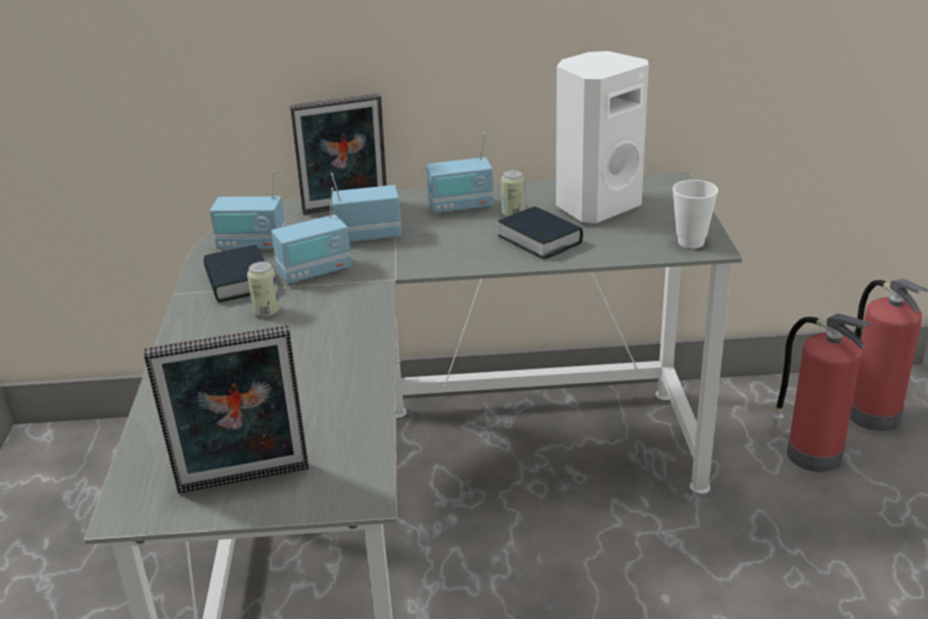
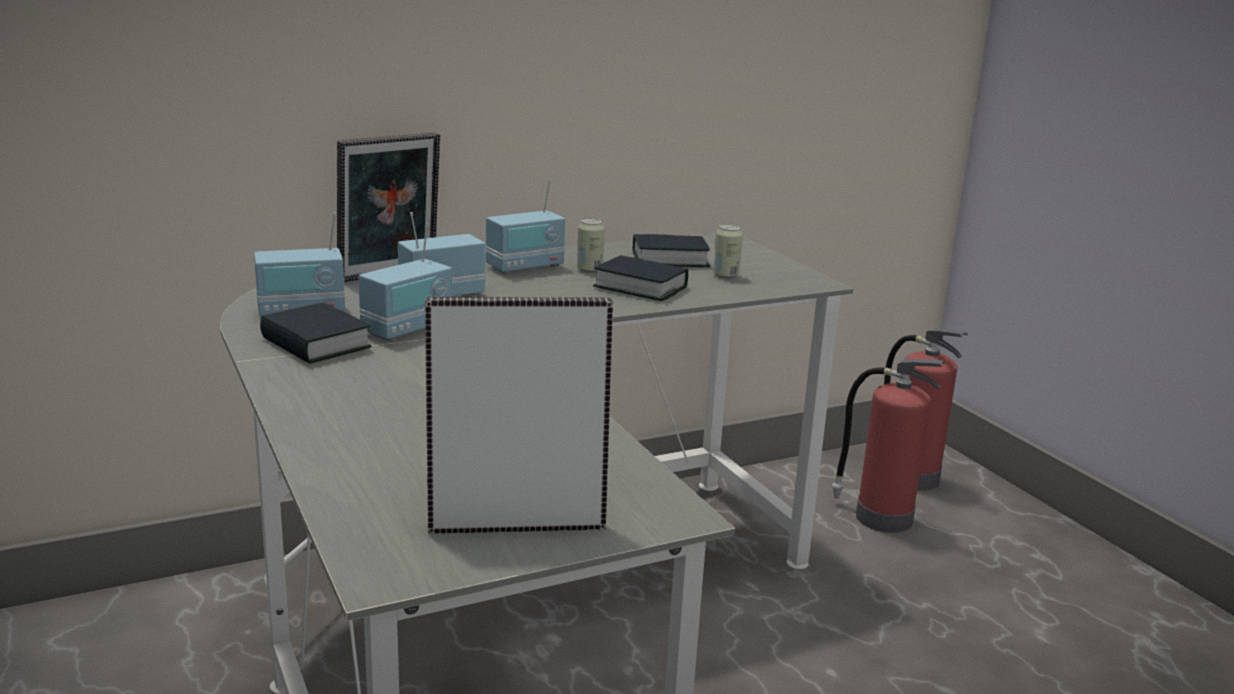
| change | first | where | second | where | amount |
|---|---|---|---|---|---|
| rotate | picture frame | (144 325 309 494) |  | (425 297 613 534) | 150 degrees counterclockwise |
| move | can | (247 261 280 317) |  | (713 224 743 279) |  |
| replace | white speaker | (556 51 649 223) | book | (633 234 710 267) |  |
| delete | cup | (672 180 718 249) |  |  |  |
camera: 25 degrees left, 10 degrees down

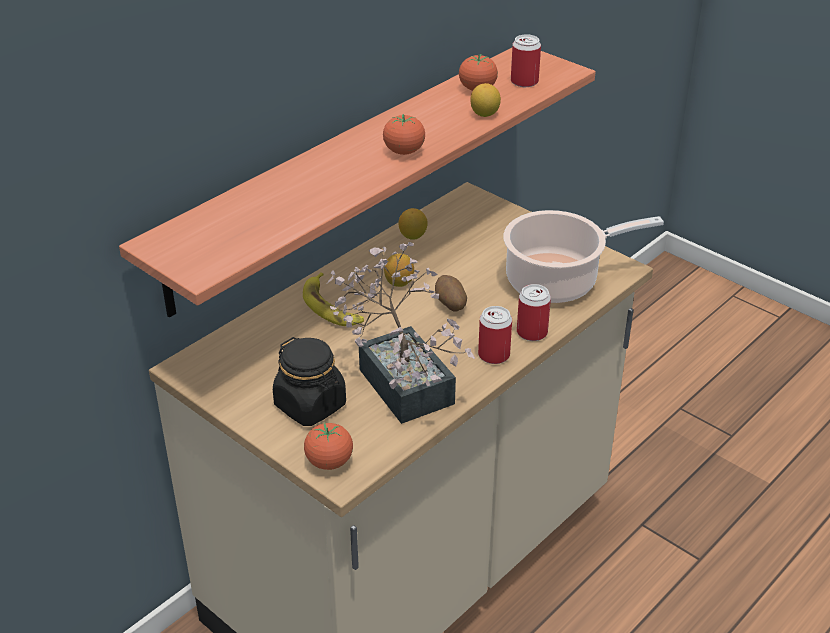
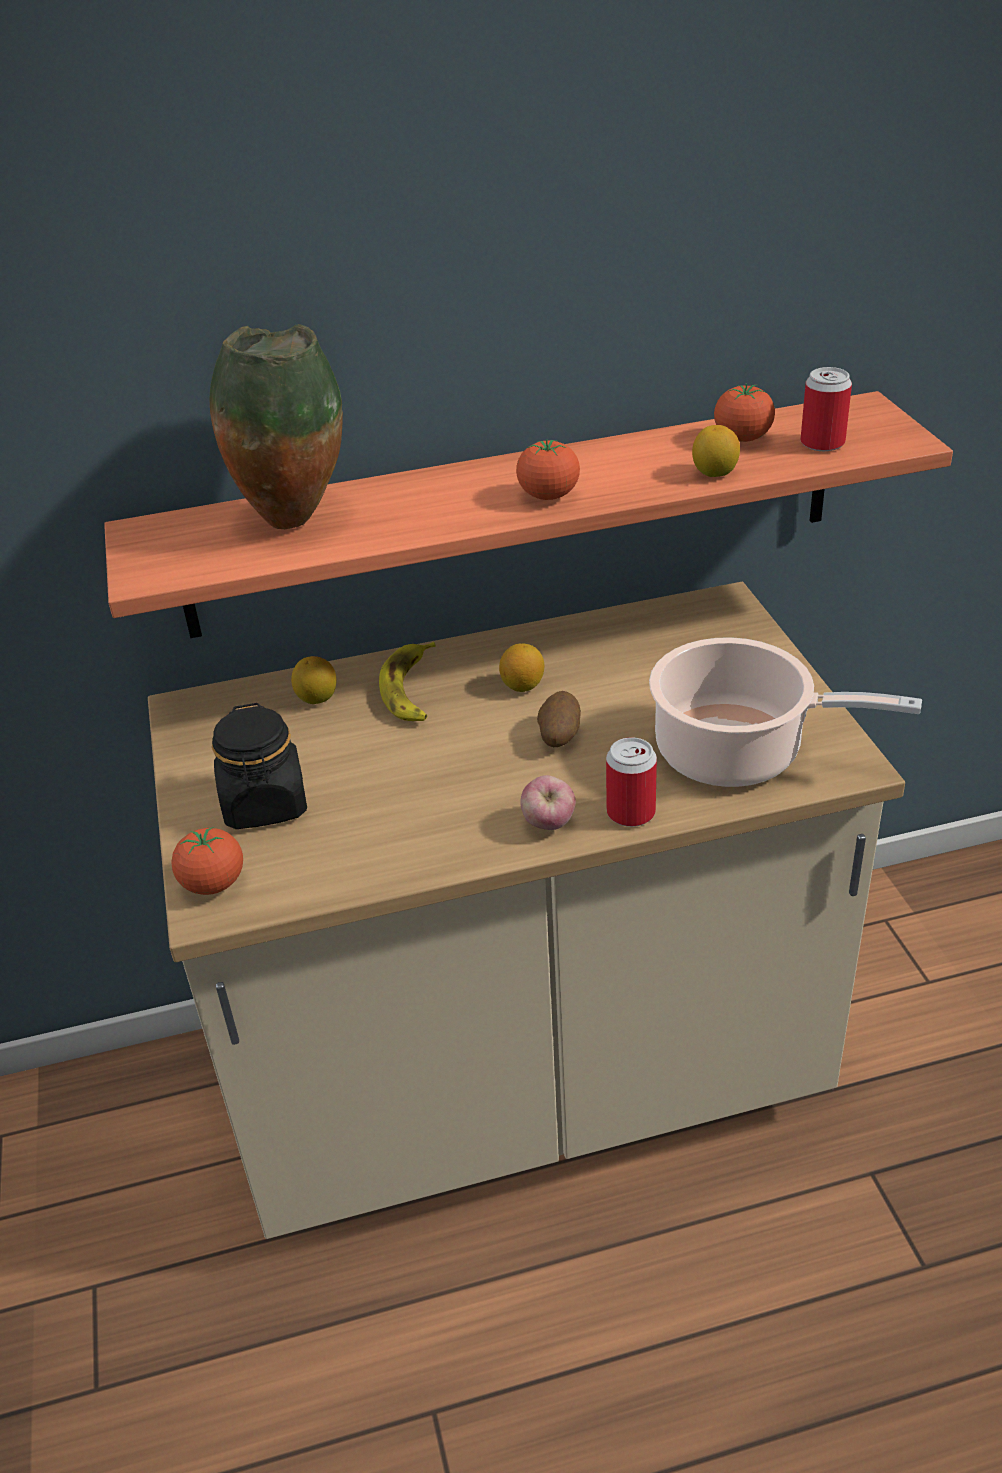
| change | first | where | second | where | amount |
|---|---|---|---|---|---|
| delete | potted plant | (327 242 475 424) |  |  |  |
| move | lemon | (399 208 428 240) |  | (291 656 336 704) |  |
| replace | can | (478 306 512 364) | apple | (520 775 576 830) |  |
| insert |  |  | vase | (209 324 343 529) |  |
camera: 35 degrees right, 0 degrees up

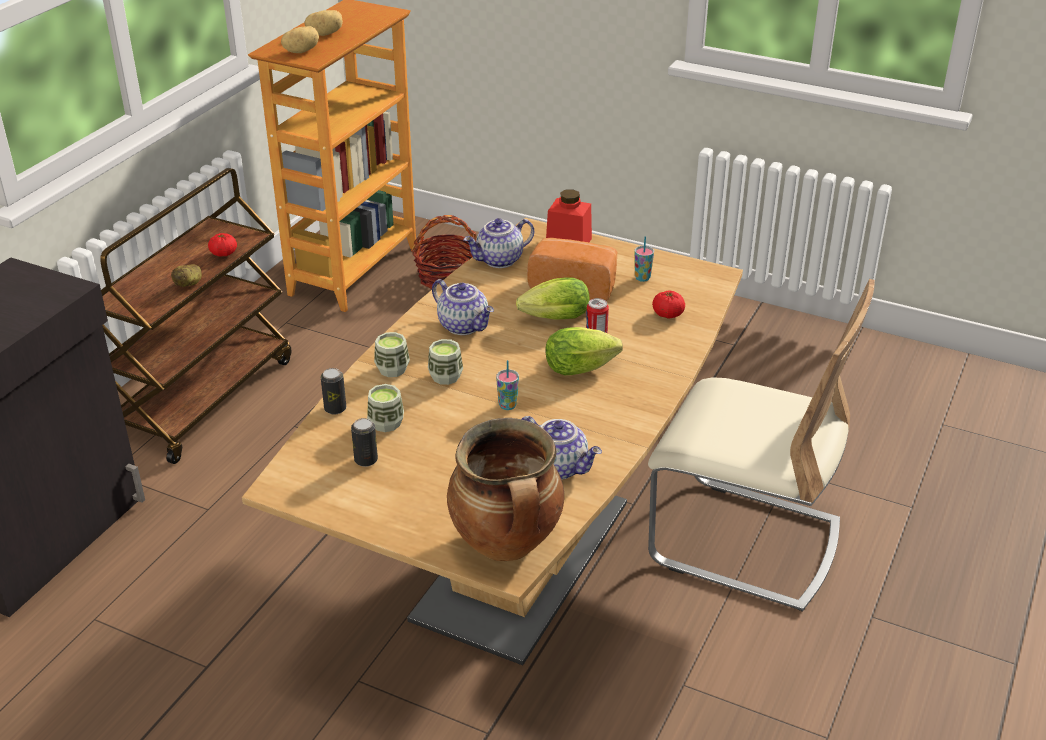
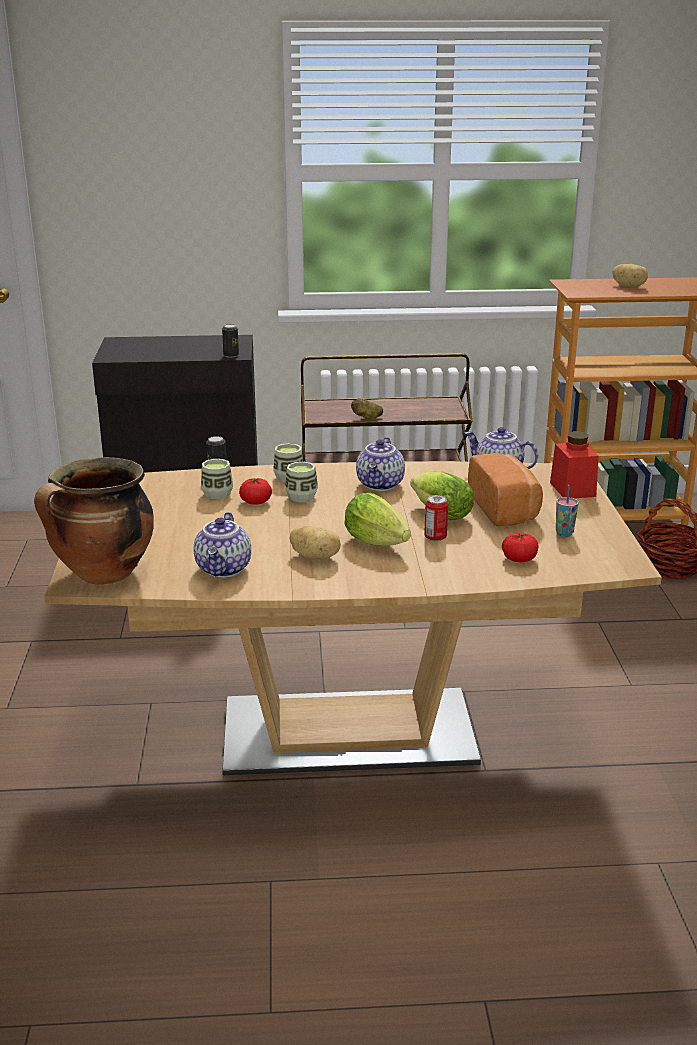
| change | first | where | second | where | amount |
|---|---|---|---|---|---|
| move | tomato | (208 233 237 257) |  | (239 478 272 505) |  |
| move | potato | (281 26 319 53) |  | (290 526 341 560) |  |
| move | can | (351 418 378 467) |  | (222 324 239 358) |  |
| delete | cup | (496 360 519 410) |  |  |  |
| delete | beige chair | (648 279 875 612) |  |  |  |
camera: 60 degrees right, 10 degrees down

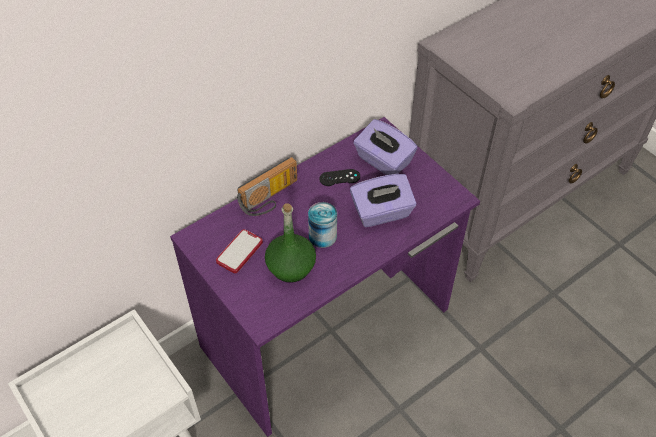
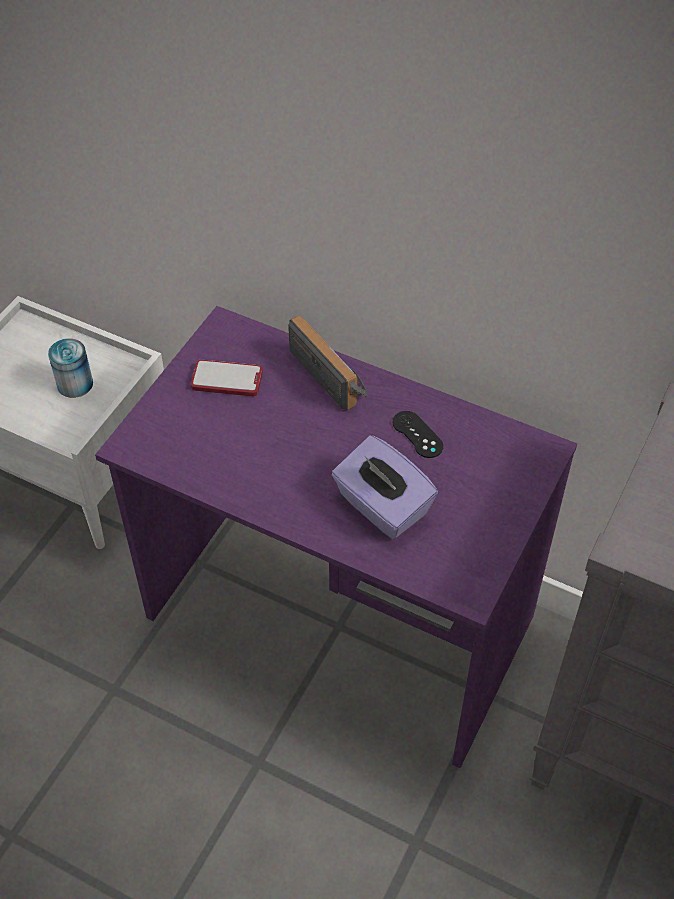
| change | first | where | second | where | amount |
|---|---|---|---|---|---|
| rotate | radio | (237 157 297 216) |  | (288 316 368 411) | 150 degrees counterclockwise |
| delete | green bottle | (265 203 316 283) |  |  |  |
| move | can | (308 202 337 248) |  | (48 338 93 398) |  |
| delete | purple tissue box | (353 119 417 175) |  |  |  |
camera: 65 degrees right, 0 degrees up

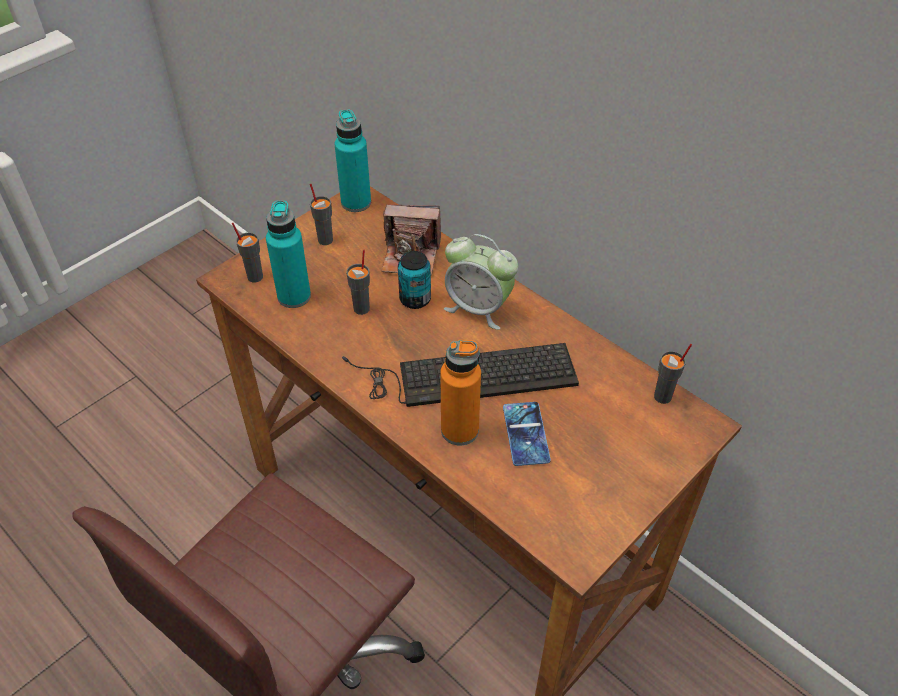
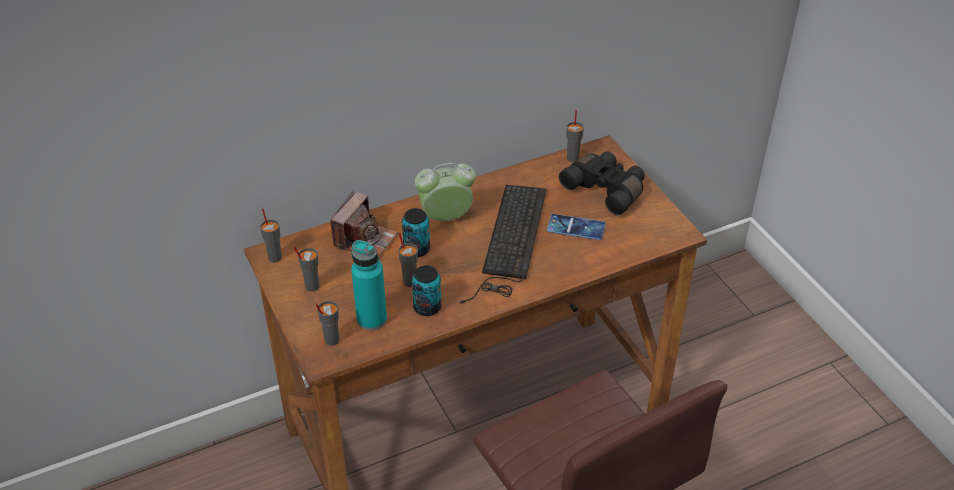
| change | first | where | second | where | amount |
|---|---|---|---|---|---|
| replace | turquoise bottle | (335 109 371 212) | grey cup | (260 208 282 263) |  |
| delete | orange bottle | (440 340 481 446) |  |  |  |
| rotate | alarm clock | (444 234 518 330) |  | (415 163 476 221) | 150 degrees counterclockwise |
| insert |  |  | can | (412 265 442 316) |  |
| insert |  |  | black binoculars | (559 151 645 215) |  |
camera: 70 degrees left, 5 degrees down

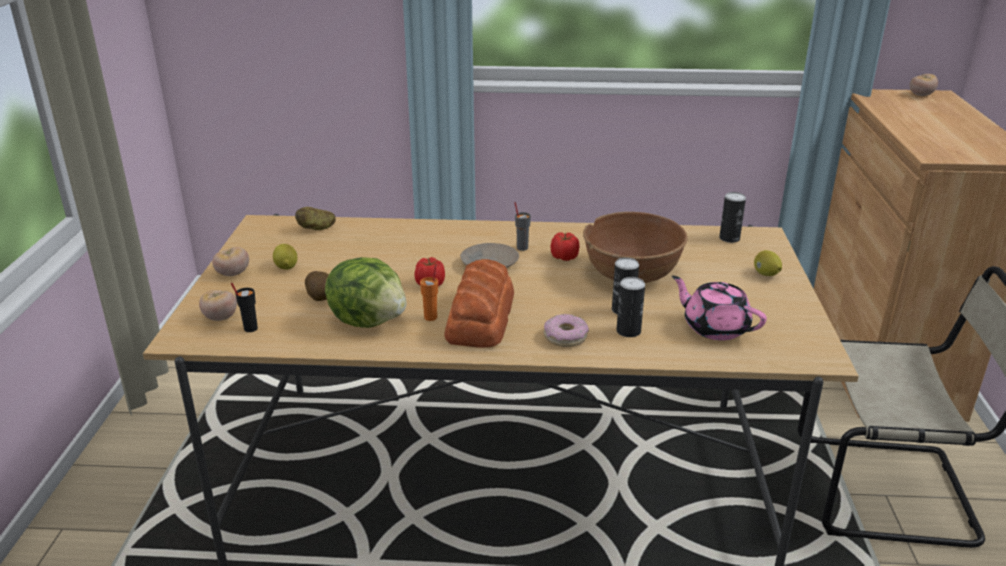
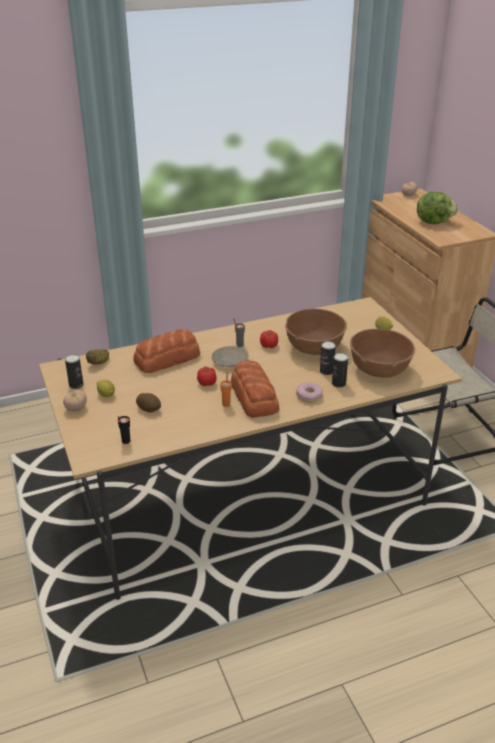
| change | first | where | second | where | amount |
|---|---|---|---|---|---|
| delete | tomato | (199 290 237 321) |  |  |  |
| move | lettuce | (325 257 407 328) |  | (417 191 458 224) |  |
| replace | pink teapot | (672 276 767 340) | brown bowl | (350 329 415 377) |  |
| move | can | (719 192 746 243) |  | (65 354 83 389) |  |
| insert |  |  | bread | (133 329 200 373) |  |
camera: 25 degrees left, 5 degrees up

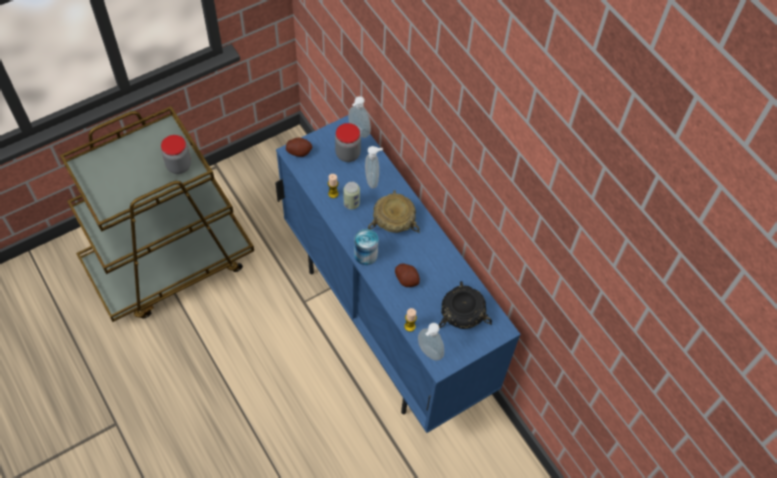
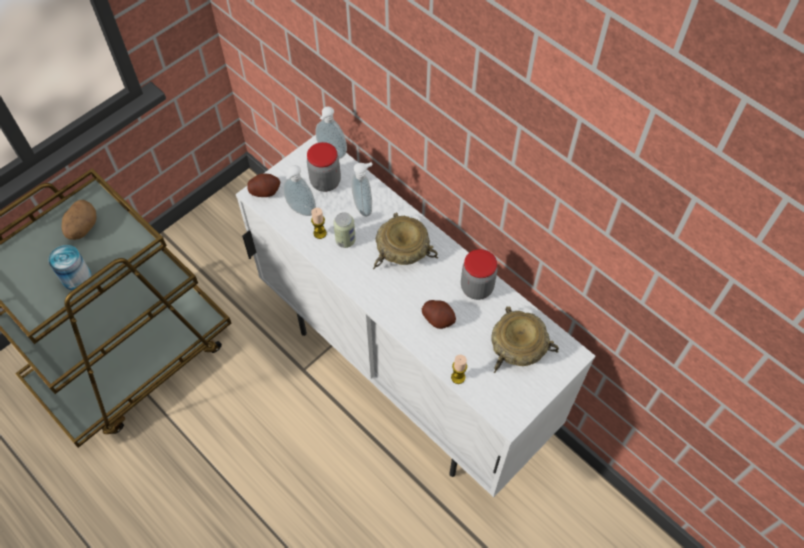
| change | first | where | second | where | amount |
|---|---|---|---|---|---|
| move | jar | (161 135 191 174) |  | (461 249 497 300) |  |
| recolor | blue cabinet | (275 115 521 433) | white cabinet | (236 135 595 497) |  |
| move | can | (354 229 378 265) |  | (48 245 92 290) |  |
| move | soap dispenser | (418 323 444 360) |  | (283 165 316 216) |  |
| recolor | black bowl | (439 281 492 329) | beige bowl | (491 306 559 373) |  |
| insert |  |  | potato | (61 200 97 240) |  |
camera: 10 degrees left, 0 degrees up

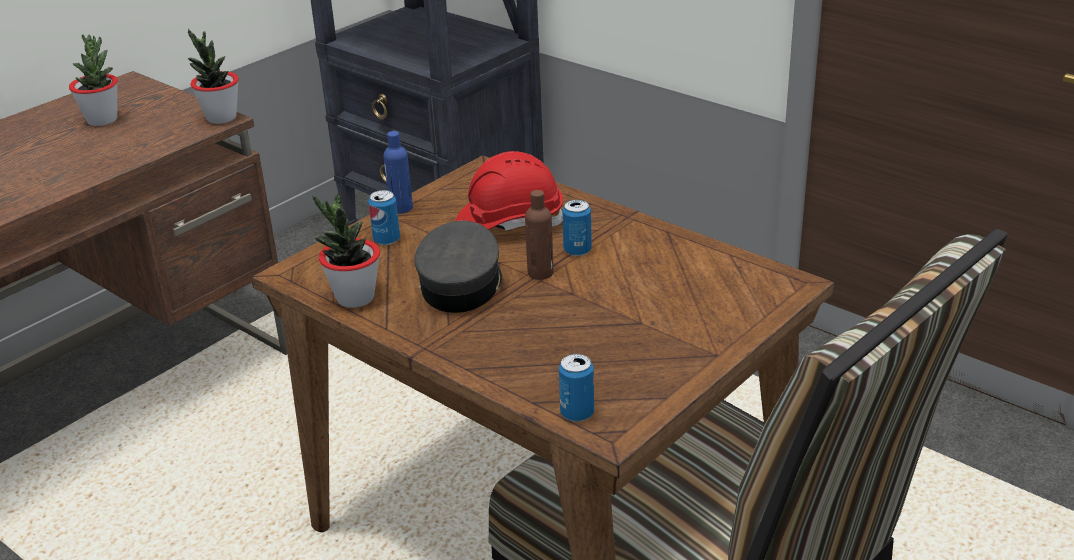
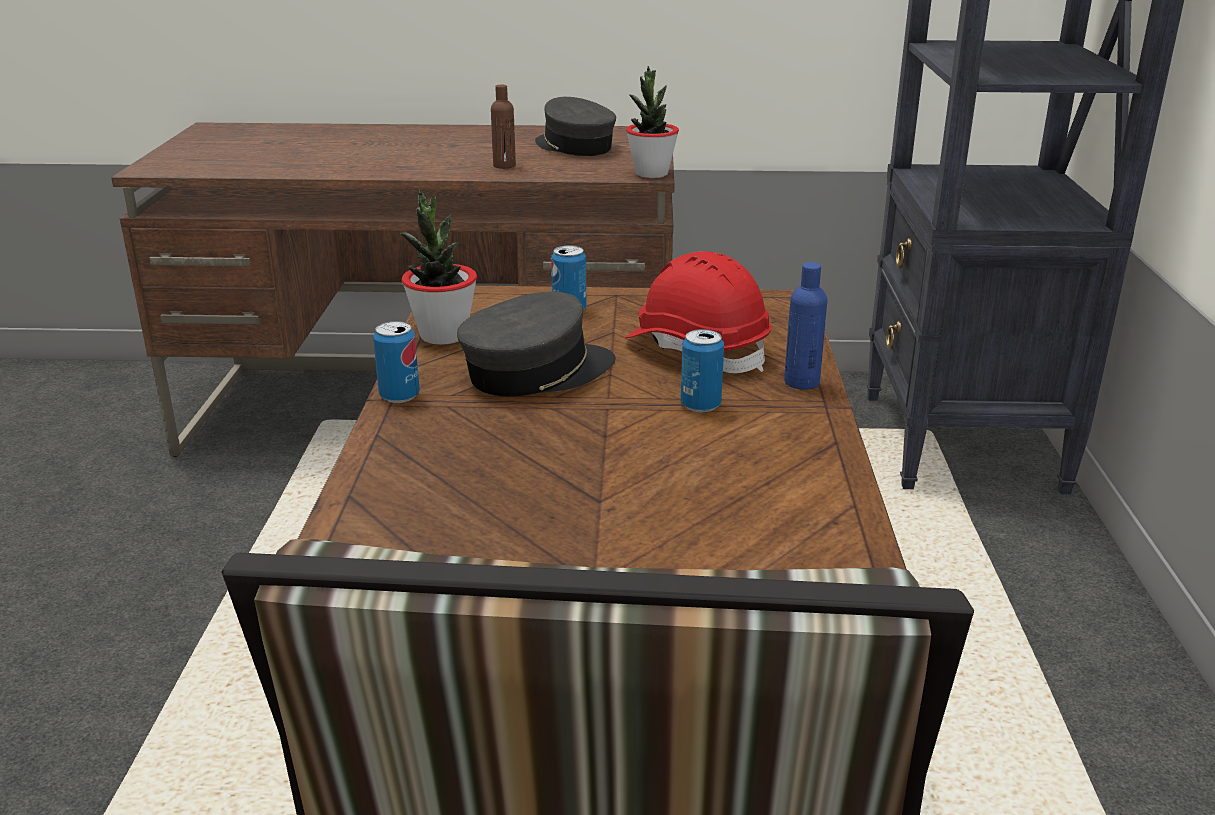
| change | first | where | second | where | amount |
|---|---|---|---|---|---|
| replace | potted plant | (69 35 118 126) | grey cap | (535 97 616 156) |  |
| move | blue bottle | (383 131 413 214) |  | (784 262 827 390) |  |
| move | brown bottle | (525 190 554 280) |  | (491 85 516 169) |  |
| move | can | (559 354 594 422) |  | (373 321 420 403) |  |
camera: 50 degrees right, 5 degrees down

